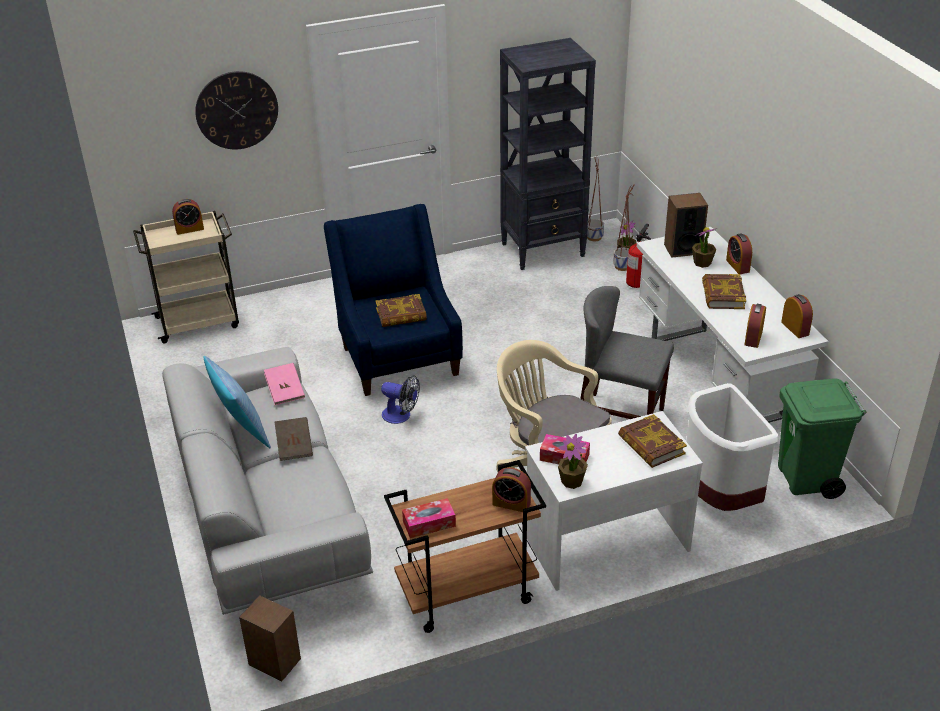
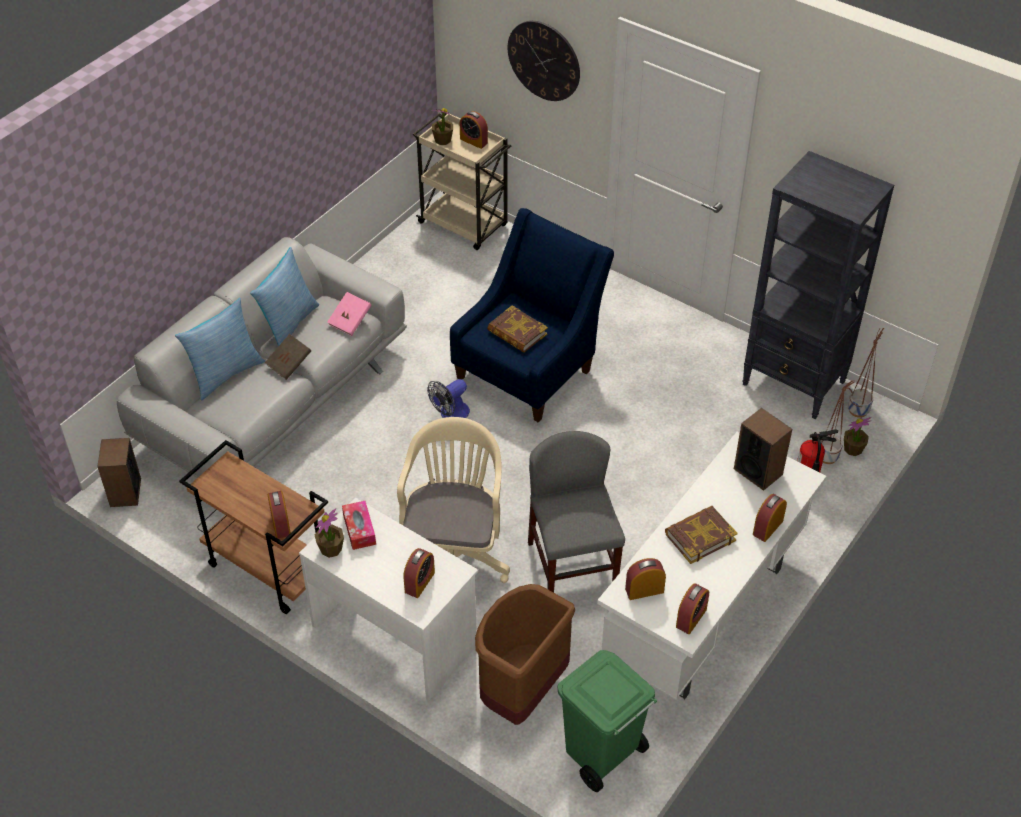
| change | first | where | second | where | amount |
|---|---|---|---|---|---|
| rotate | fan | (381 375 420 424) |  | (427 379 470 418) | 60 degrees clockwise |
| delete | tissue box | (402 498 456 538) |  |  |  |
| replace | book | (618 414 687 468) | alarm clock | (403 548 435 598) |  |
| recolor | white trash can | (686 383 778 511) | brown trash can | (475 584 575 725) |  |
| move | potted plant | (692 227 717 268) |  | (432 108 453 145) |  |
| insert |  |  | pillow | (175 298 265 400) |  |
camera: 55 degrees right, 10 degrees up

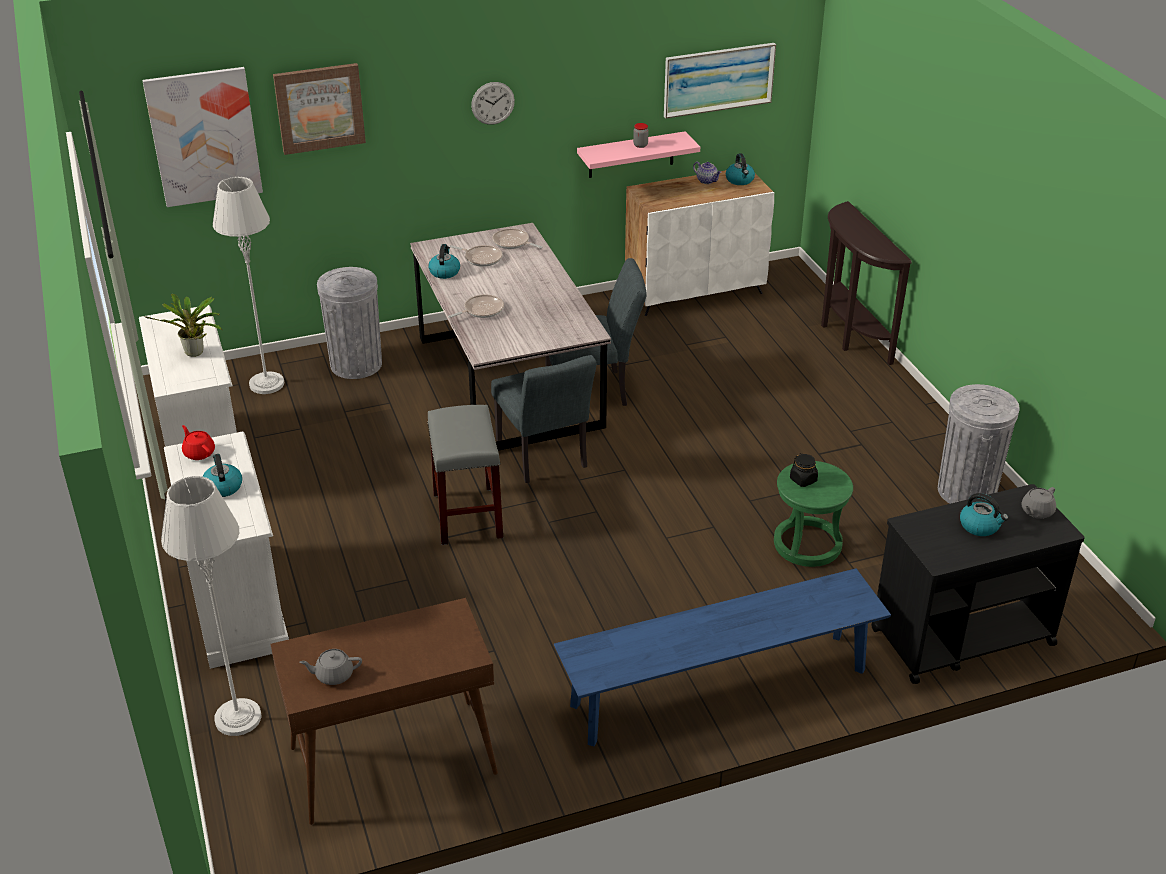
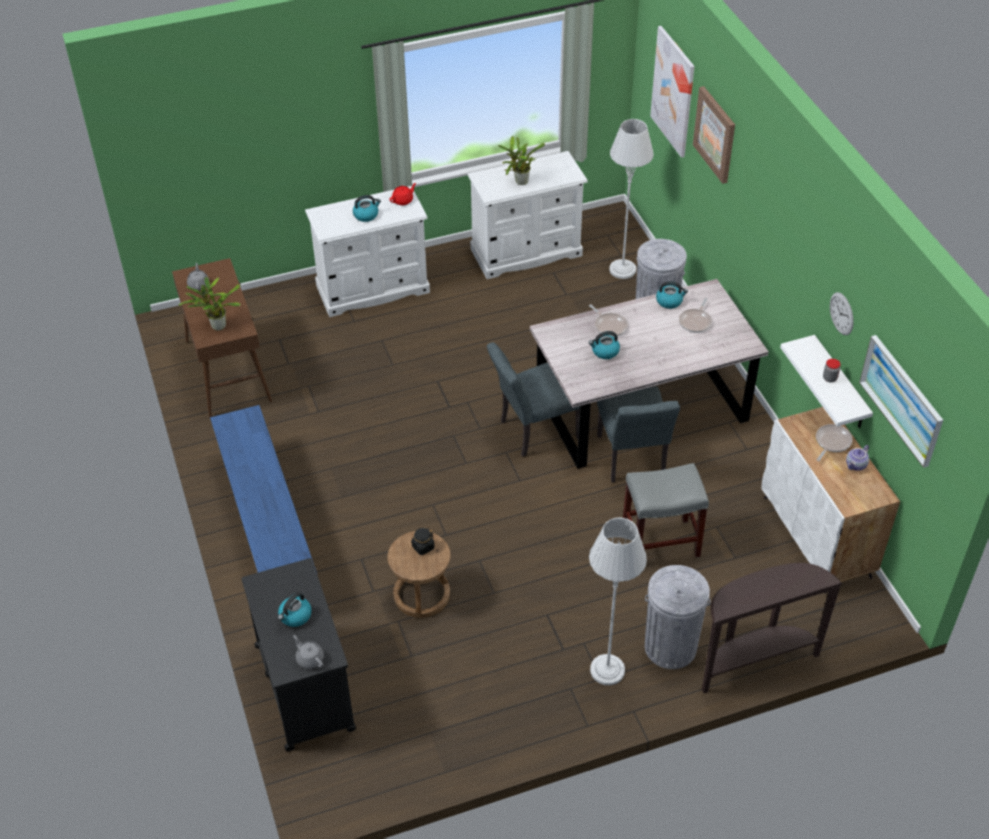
| change | first | where | second | where | amount |
|---|---|---|---|---|---|
| move | grey floor lamp | (161 476 262 736) |  | (589 517 647 685) |  |
| move | grey stool | (427 405 503 545) |  | (623 463 709 558) |  |
| move | wall clock | (471 82 515 125) |  | (830 292 854 335) |  |
| move | frying pan | (492 228 542 249) |  | (816 424 853 461) |  |
| recolor | pink shelf | (577 131 700 178) | white shelf | (780 335 873 428) |  |
| move | kettle | (726 153 755 185) |  | (589 331 620 359) |  |
| recolor | green stool | (774 461 853 567) | brown stool | (387 531 451 618) |  |
| move | grey trash can | (938 384 1020 504) |  | (645 565 710 669) |  |
| insert |  |  | potted plant | (179 277 241 331) |  |
camera: 90 degrees right, 10 degrees up

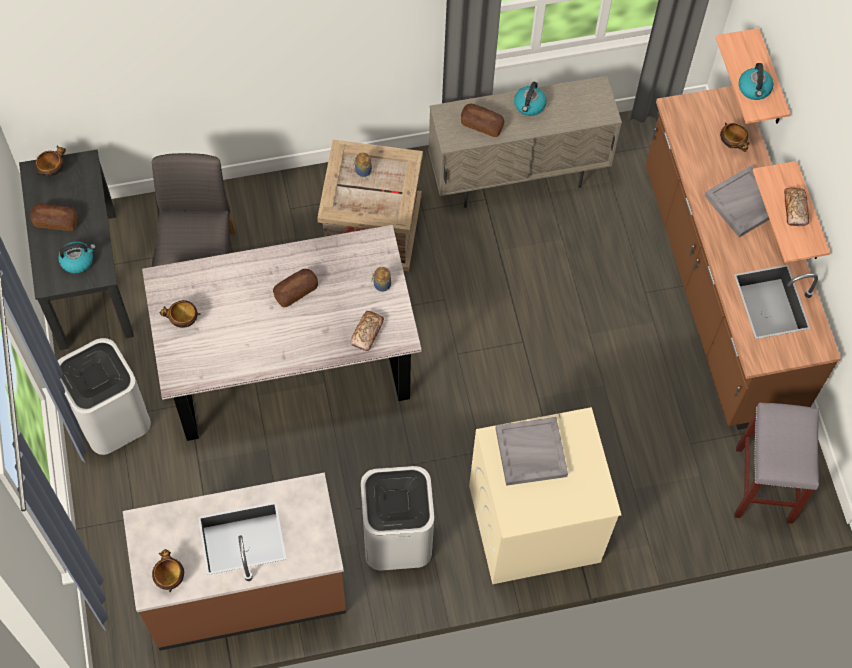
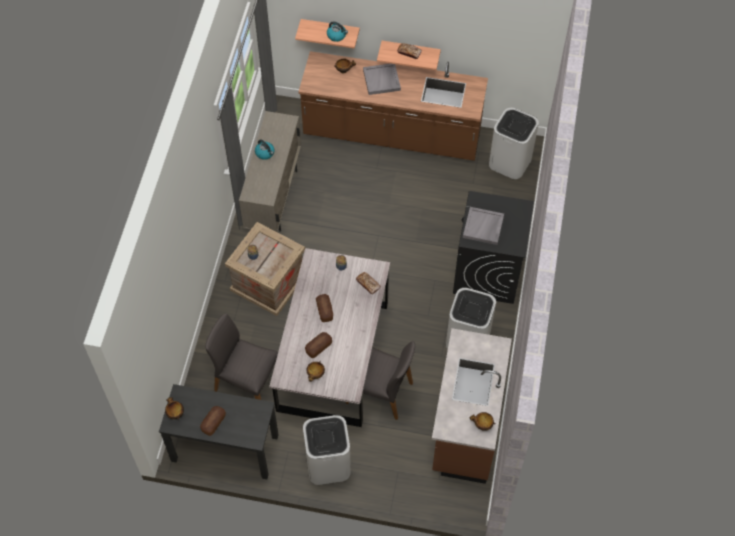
| change | first | where | second | where | amount |
|---|---|---|---|---|---|
| delete | kettle | (58 241 96 274) |  |  |  |
| move | bread | (461 103 505 137) |  | (305 332 332 358) |  |
| recolor | beige washing machine | (469 407 621 584) | black washing machine | (453 191 534 304) |  |
| replace | grey stool | (735 403 819 524) | white trash can | (489 108 539 179) |  |
| insert |  |  | grey chair | (346 341 415 420) |  |
camera: 65 degrees left, 5 degrees down

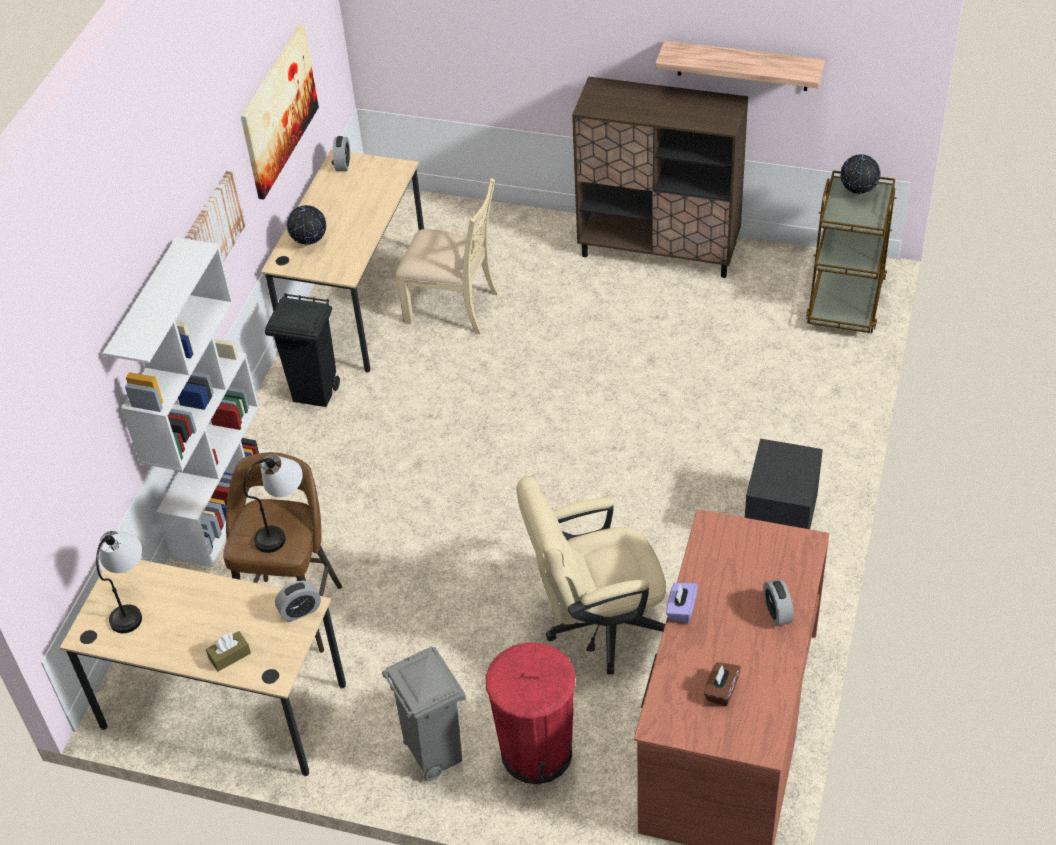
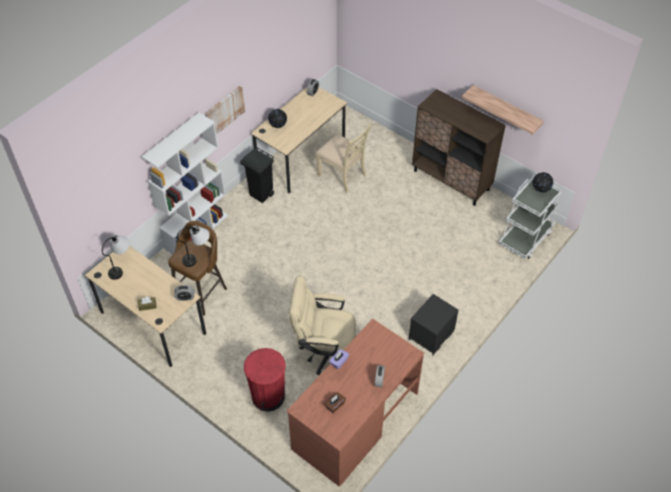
| change | first | where | second | where | amount |
|---|---|---|---|---|---|
| delete | picture | (241 25 319 200) |  |  |  |
| delete | grey trash can | (382 647 466 781) |  |  |  |
| recolor | brown cart | (806 170 896 333) | white cart | (498 175 562 259) |  |
camera: 20 degrees right, 5 degrees up

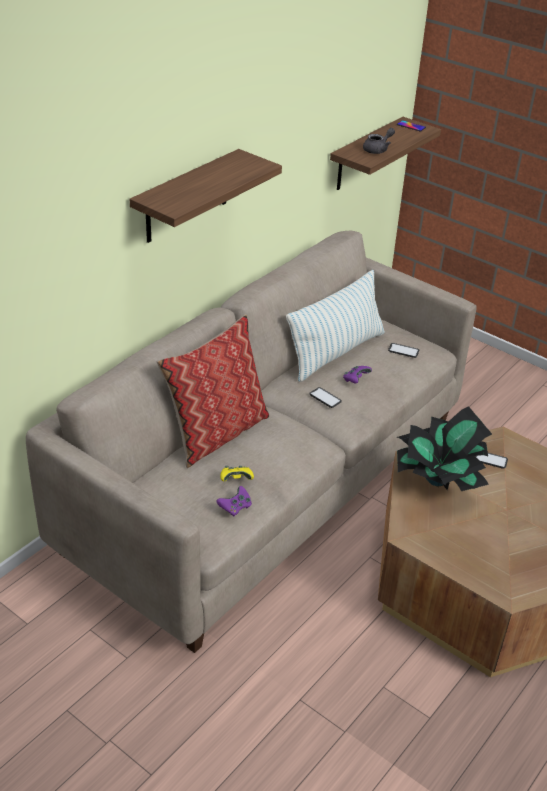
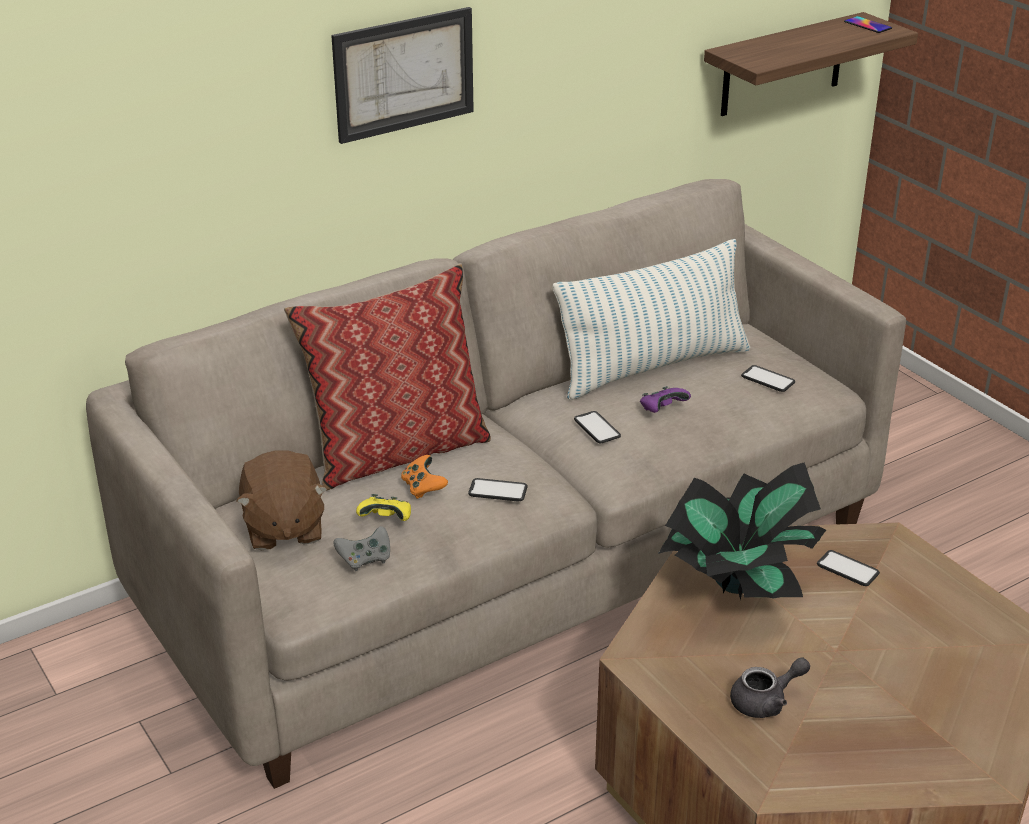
| change | first | where | second | where | amount |
|---|---|---|---|---|---|
| replace | shelf | (130 149 282 243) | picture | (331 7 474 144) |  |
| recolor | purple game controller | (216 486 252 517) | grey game controller | (333 526 390 571) |  |
| move | grey teapot | (363 128 395 154) |  | (730 657 810 718) |  |
| insert |  |  | brown plush toy | (237 450 327 550) |  |
| insert |  |  | orange game controller | (401 455 448 499) |  |
| insert |  |  | phone | (468 478 528 501) |  |
camera: 20 degrees right, 5 degrees down

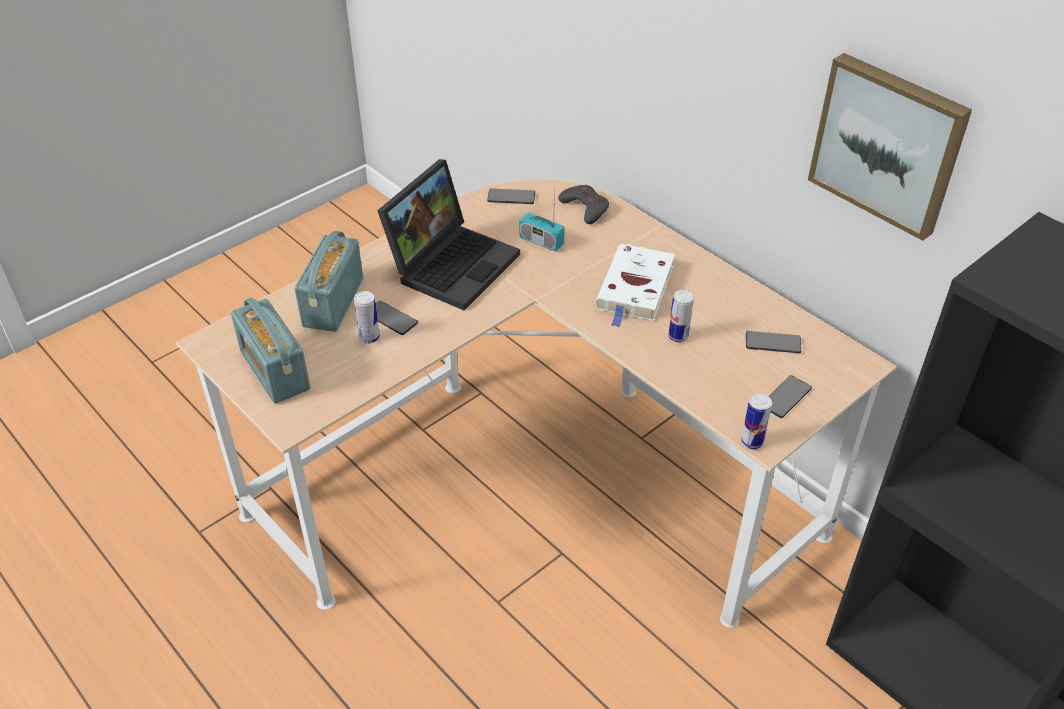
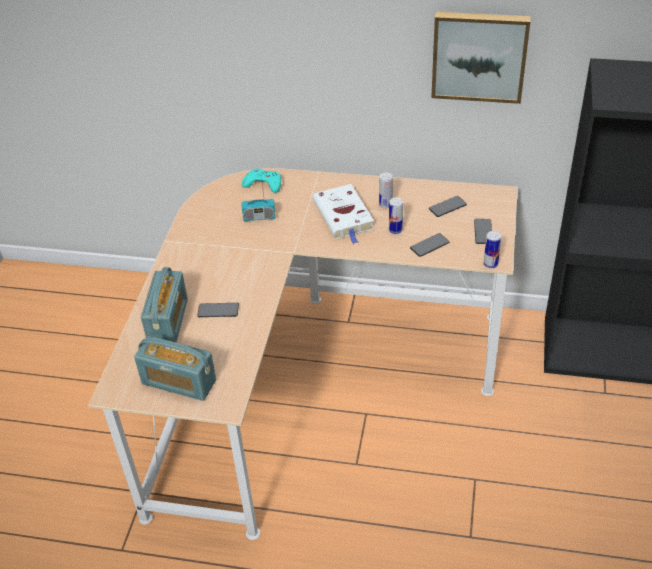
| change | first | where | second | where | amount |
|---|---|---|---|---|---|
| rotate | radio | (294 231 363 332) |  | (141 267 188 343) | 150 degrees counterclockwise |
| move | can | (354 291 380 344) |  | (379 172 393 208) |  |
| delete | laptop | (377 159 520 310) |  |  |  |
| move | phone | (487 188 535 204) |  | (410 233 449 257) |  |
| recolor | grey game controller | (558 185 609 224) | turquoise game controller | (242 169 281 193) |  |
camera: 35 degrees left, 0 degrees up

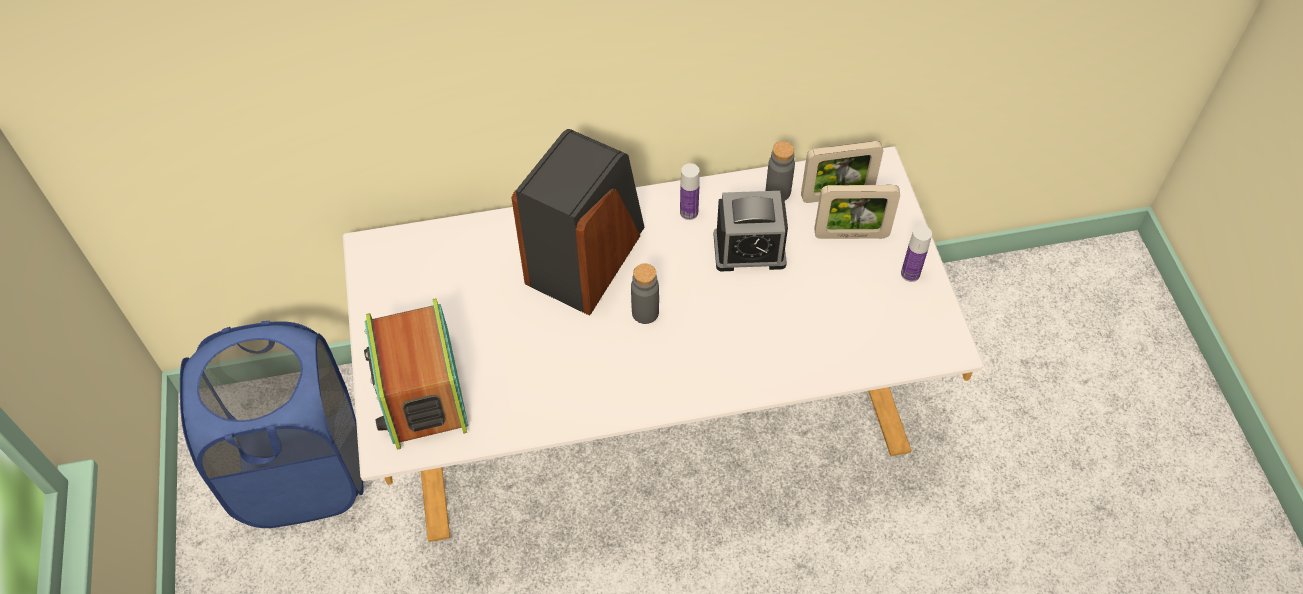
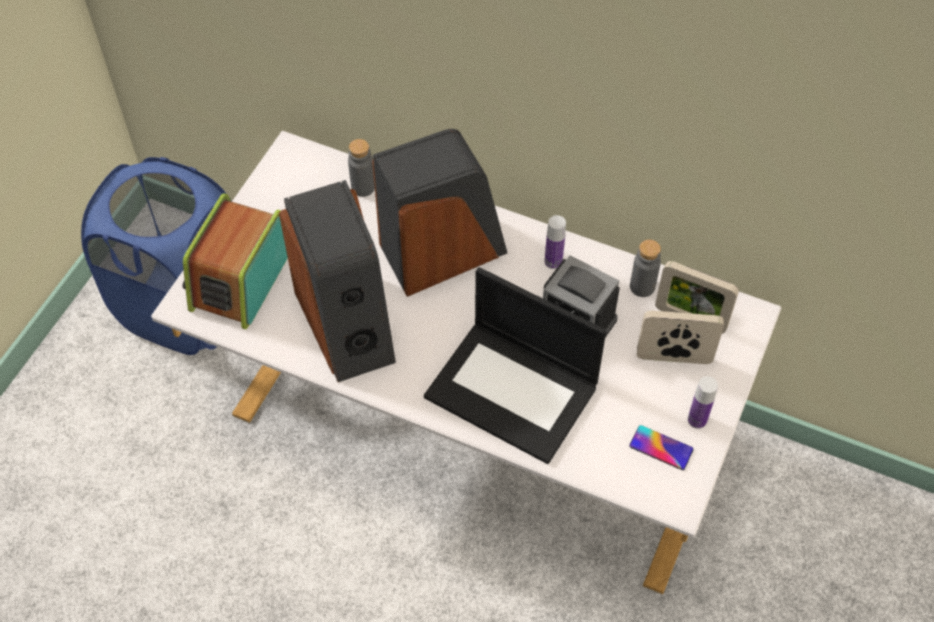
| change | first | where | second | where | amount |
|---|---|---|---|---|---|
| move | grey bottle | (631 263 659 324) |  | (348 139 375 197) |  |
| rotate | picture frame | (814 185 900 239) |  | (637 311 724 364) | 150 degrees clockwise |
| insert |  |  | speaker | (279 180 396 382) |  |
| insert |  |  | laptop | (424 267 606 464) |  |
| insert |  |  | phone | (629 425 694 470) |  |
camera: 35 degrees right, 0 degrees up

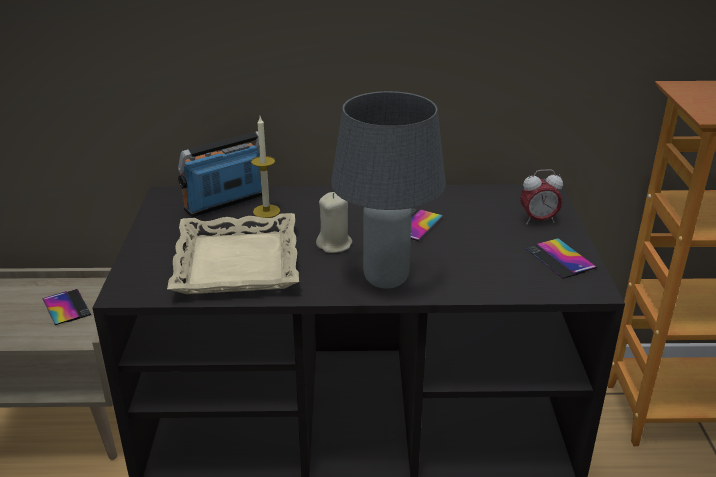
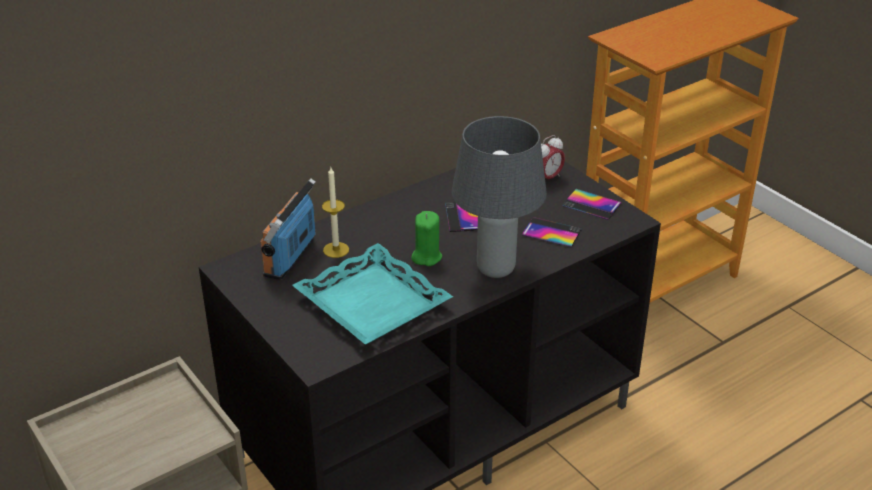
| change | first | where | second | where | amount |
|---|---|---|---|---|---|
| move | phone | (43 289 91 325) |  | (522 217 582 247) |  |
| recolor | beige tray | (167 213 299 294) | turquoise tray | (292 243 453 344) |  |
| recolor | beige candle | (316 192 352 253) | green candle | (411 211 442 266) |  |
camera: 35 degrees left, 5 degrees up

